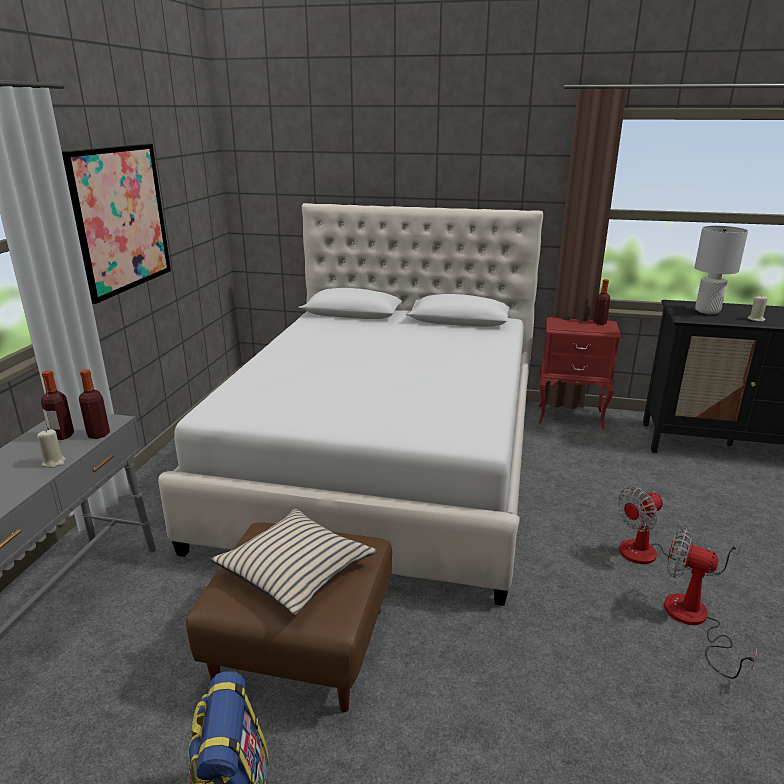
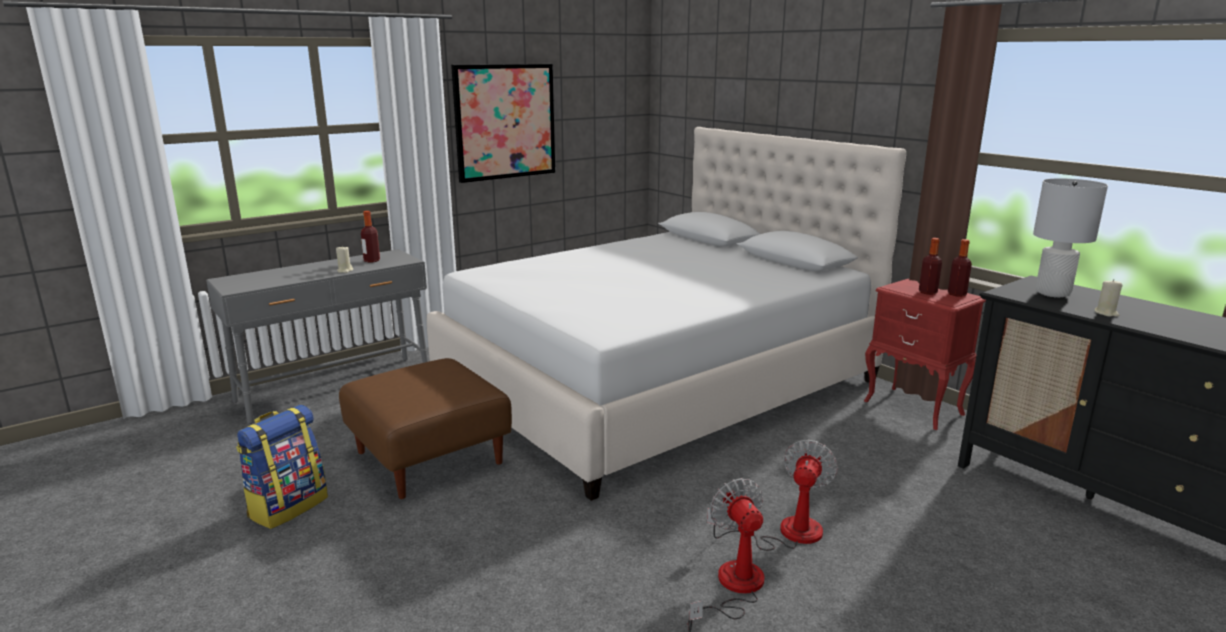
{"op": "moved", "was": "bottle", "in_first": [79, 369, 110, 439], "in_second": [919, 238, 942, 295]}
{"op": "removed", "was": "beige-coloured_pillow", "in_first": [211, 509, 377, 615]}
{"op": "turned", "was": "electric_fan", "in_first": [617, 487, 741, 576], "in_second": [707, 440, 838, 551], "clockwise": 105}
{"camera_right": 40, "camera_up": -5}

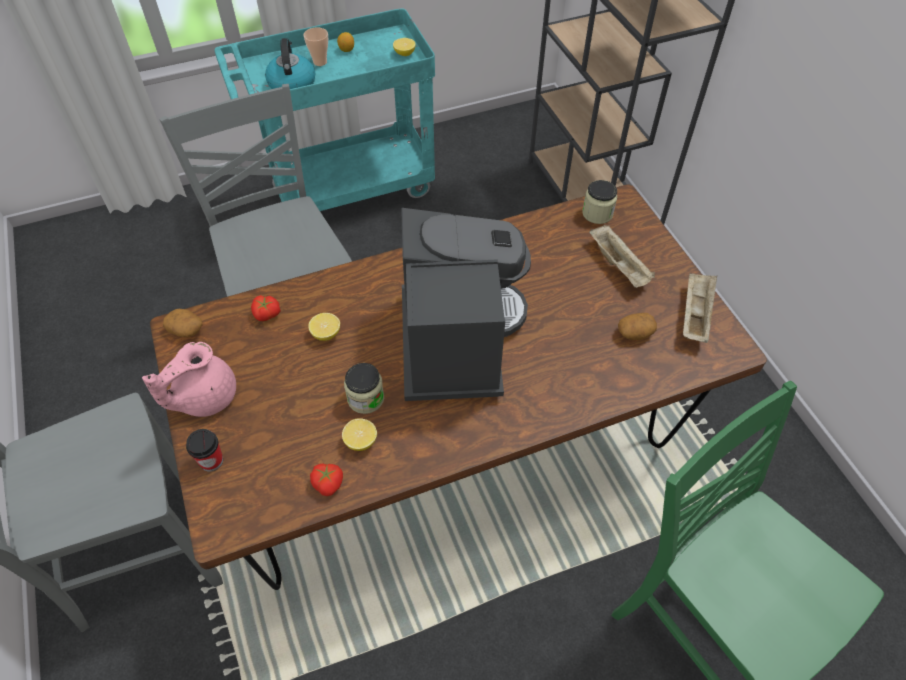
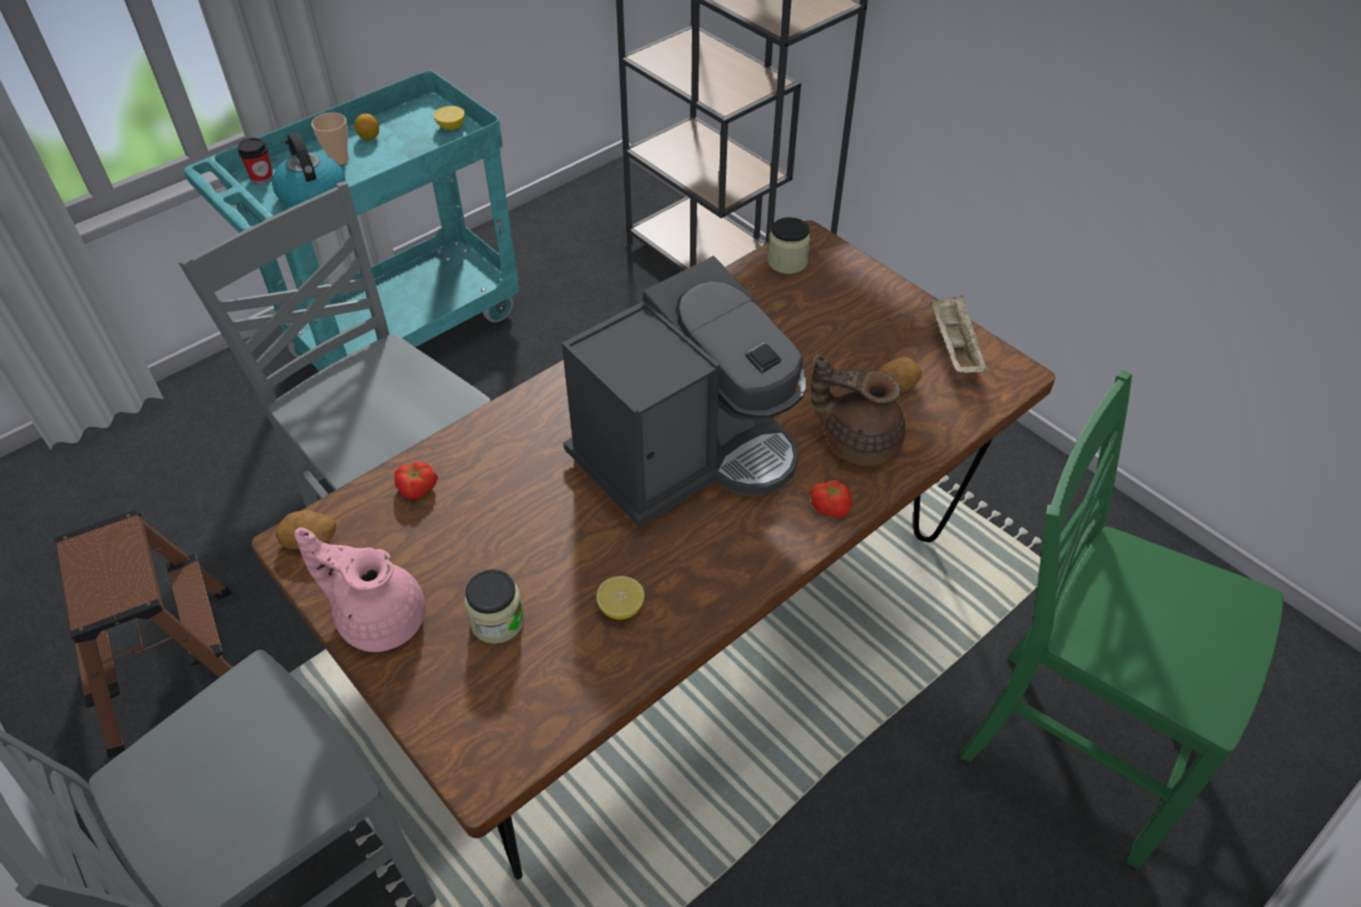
{"op": "turned", "was": "pink_pot_for_tea", "in_first": [142, 342, 236, 417], "in_second": [294, 528, 425, 652], "clockwise": 90}
{"op": "moved", "was": "small_cup", "in_first": [186, 429, 223, 472], "in_second": [238, 137, 273, 185]}
{"op": "removed", "was": "citrus_fruit", "in_first": [308, 313, 340, 341]}
{"op": "moved", "was": "fresh_tomato", "in_first": [310, 463, 343, 496], "in_second": [810, 480, 852, 518]}
{"op": "moved", "was": "storage_jar", "in_first": [344, 363, 384, 414], "in_second": [464, 569, 524, 644]}
{"op": "turned", "was": "coffee_maker", "in_first": [401, 208, 531, 401], "in_second": [562, 256, 806, 527], "clockwise": 75}
{"op": "removed", "was": "beige-coloured_tray", "in_first": [589, 225, 655, 288]}
{"op": "added", "now": "brown-coloured_step_stool", "in_second": [54, 509, 233, 758]}
{"op": "added", "now": "brown-coloured_pot_for_tea", "in_second": [811, 354, 905, 466]}
{"camera_right": -20, "camera_up": -5}

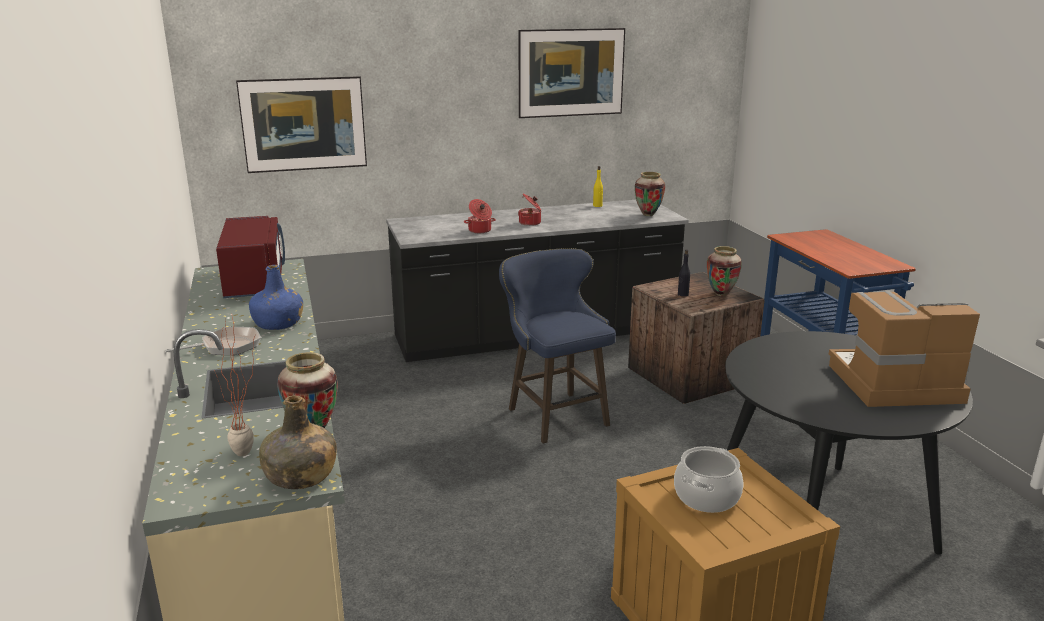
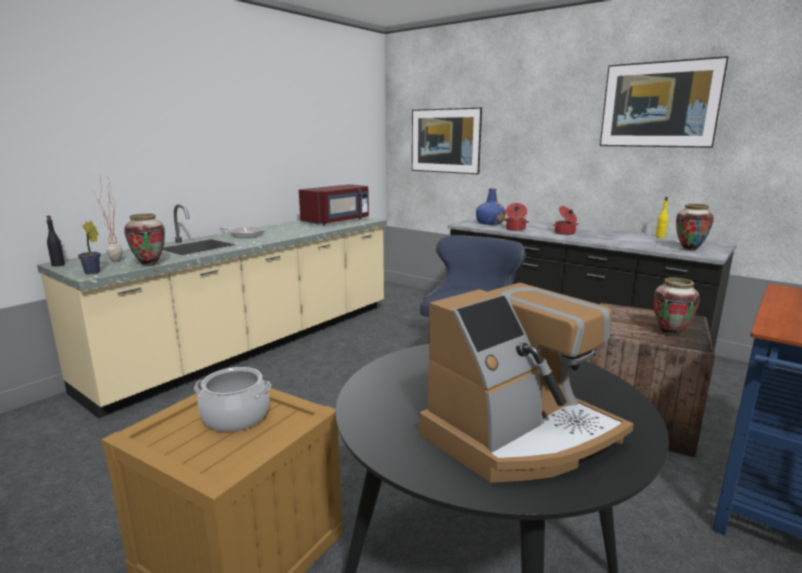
{"op": "moved", "was": "blue-coloured_bottle", "in_first": [249, 265, 303, 330], "in_second": [476, 188, 506, 225]}
{"op": "replaced", "was": "green_bottle", "now": "houseplant", "in_first": [259, 395, 337, 489], "in_second": [78, 221, 101, 274]}
{"op": "moved", "was": "blackish_bottle", "in_first": [678, 250, 690, 297], "in_second": [46, 216, 65, 267]}
{"op": "turned", "was": "coffee_maker", "in_first": [829, 291, 980, 407], "in_second": [419, 283, 634, 483], "clockwise": 90}
{"camera_right": 55, "camera_up": -5}

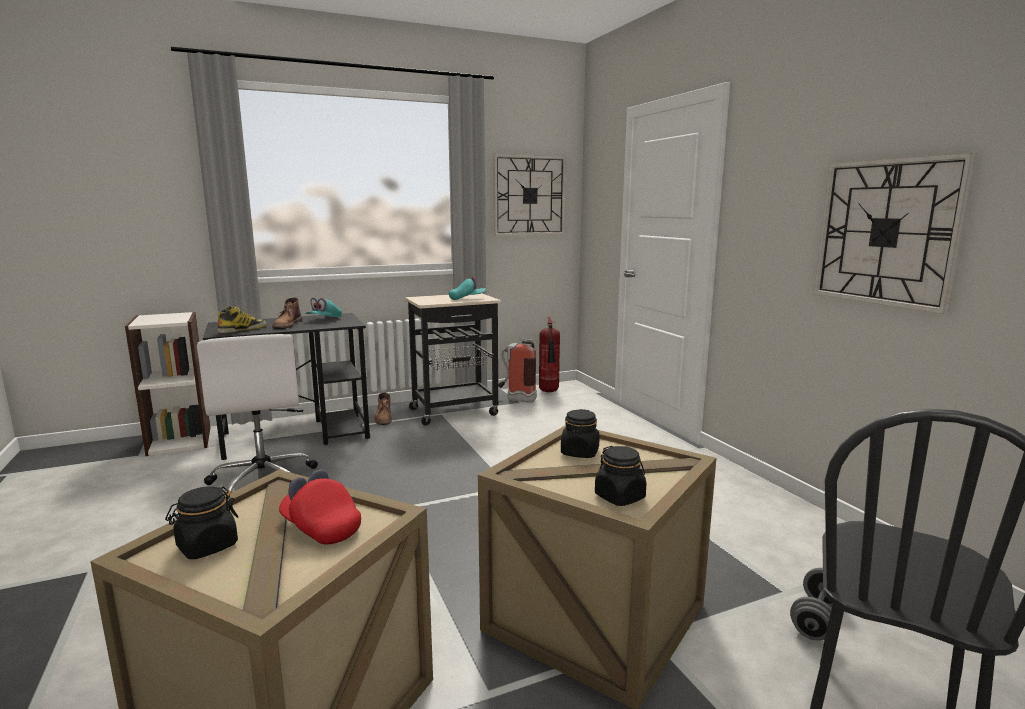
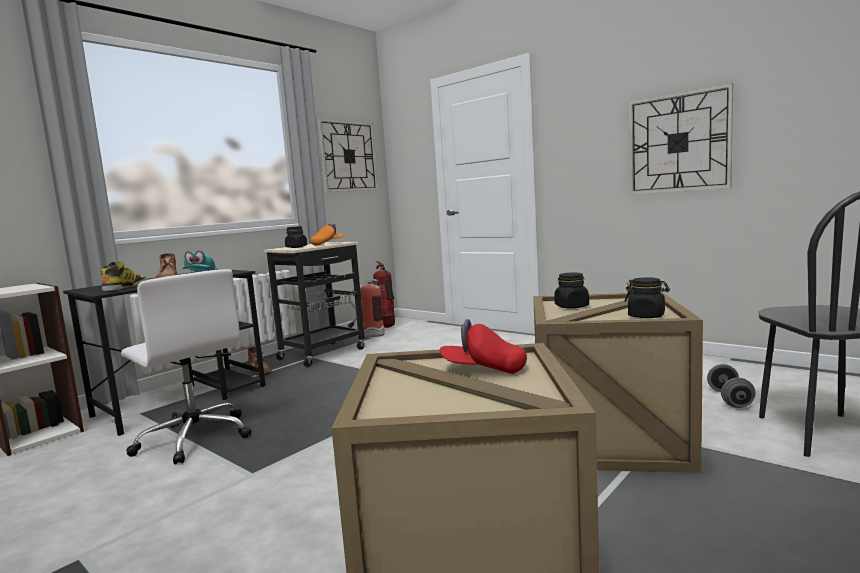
{"op": "moved", "was": "blackish_storage_jar", "in_first": [165, 486, 238, 559], "in_second": [285, 226, 307, 248]}
{"op": "recoloured", "was": "turquoise_baseball_cap", "now": "orange_baseball_cap", "in_first": [449, 277, 486, 300], "in_second": [310, 224, 344, 246]}
{"camera_right": -25, "camera_up": -5}

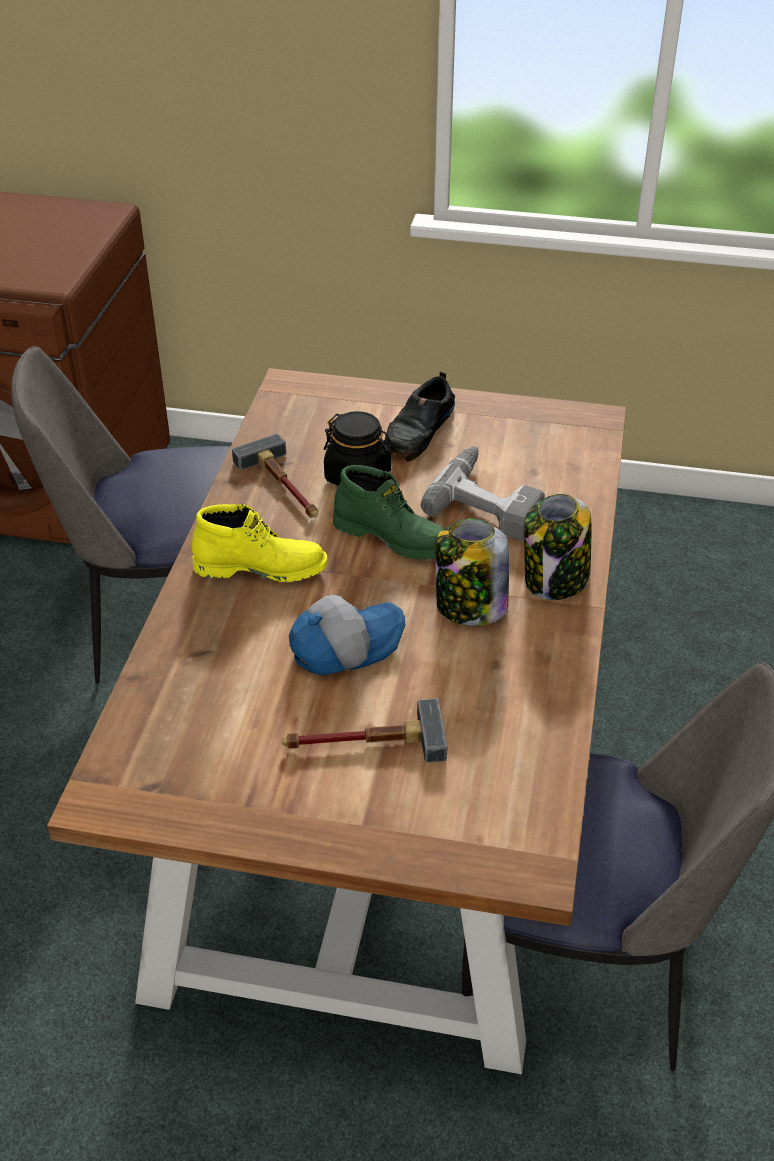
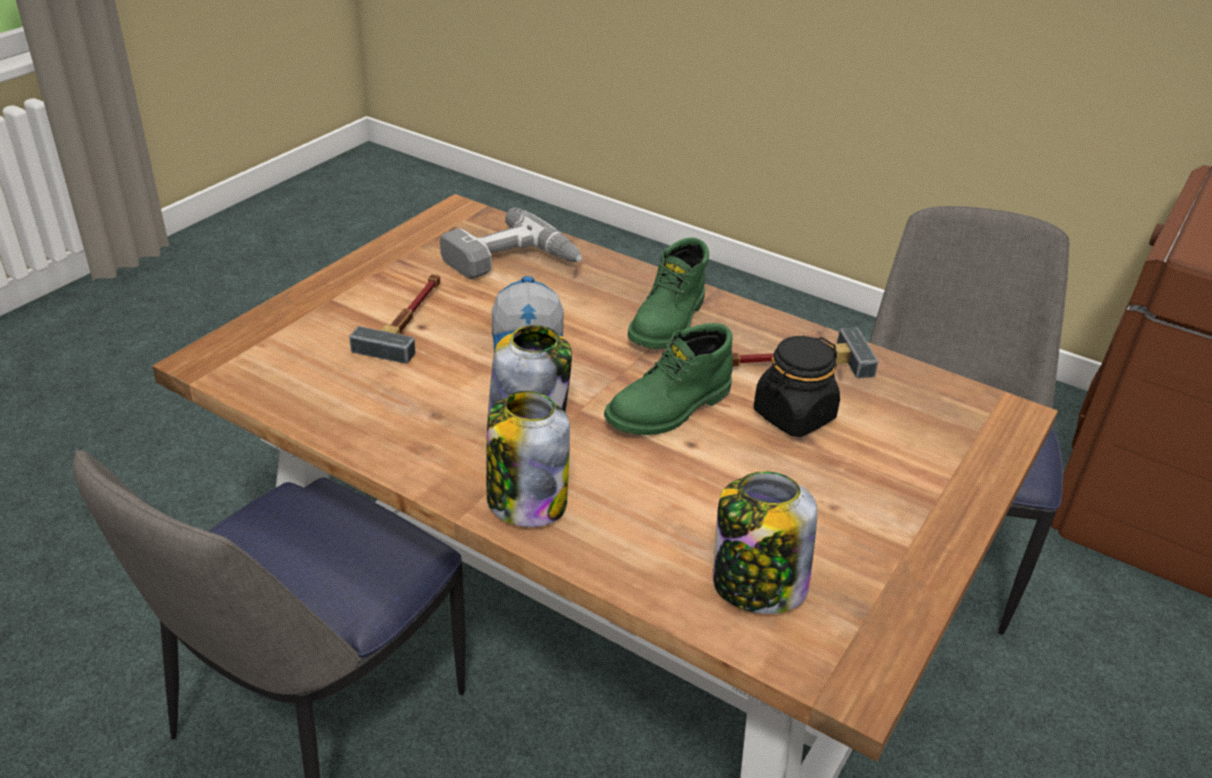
{"op": "recoloured", "was": "yellowish_boot", "now": "green_boot", "in_first": [192, 504, 328, 582], "in_second": [628, 237, 709, 349]}
{"op": "removed", "was": "blackish_item_of_footwear", "in_first": [385, 372, 455, 462]}
{"op": "moved", "was": "power_drill", "in_first": [421, 446, 545, 541], "in_second": [440, 207, 582, 279]}
{"op": "added", "now": "storage_jar", "in_second": [713, 472, 817, 614]}
{"camera_right": 110, "camera_up": -5}

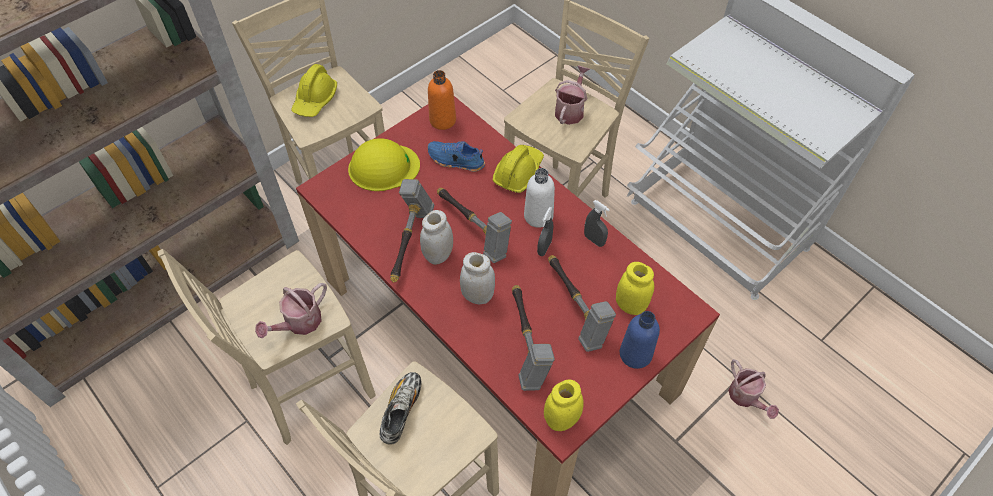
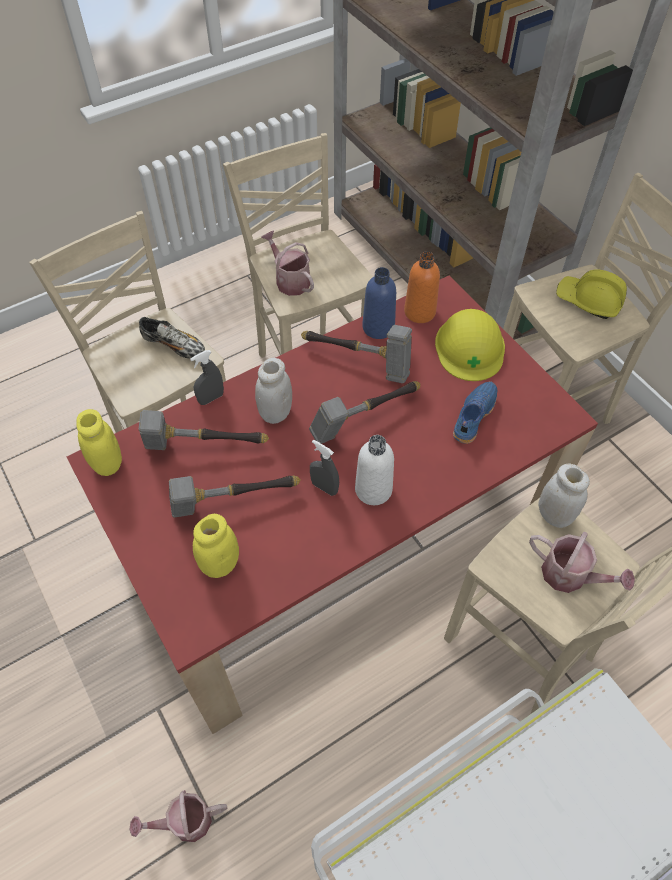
{"op": "moved", "was": "white-coloured_storage_jar", "in_first": [420, 210, 453, 265], "in_second": [538, 464, 590, 528]}
{"op": "moved", "was": "orange_bottle", "in_first": [428, 70, 456, 130], "in_second": [404, 252, 440, 323]}
{"op": "removed", "was": "yellowish_safety_helmet", "in_first": [493, 145, 544, 193]}
{"op": "moved", "was": "gray_spray_bottle", "in_first": [584, 200, 610, 247], "in_second": [190, 350, 224, 405]}
{"op": "moved", "was": "blue-coloured_bottle", "in_first": [620, 311, 660, 369], "in_second": [362, 267, 396, 339]}
{"camera_right": 100, "camera_up": 0}

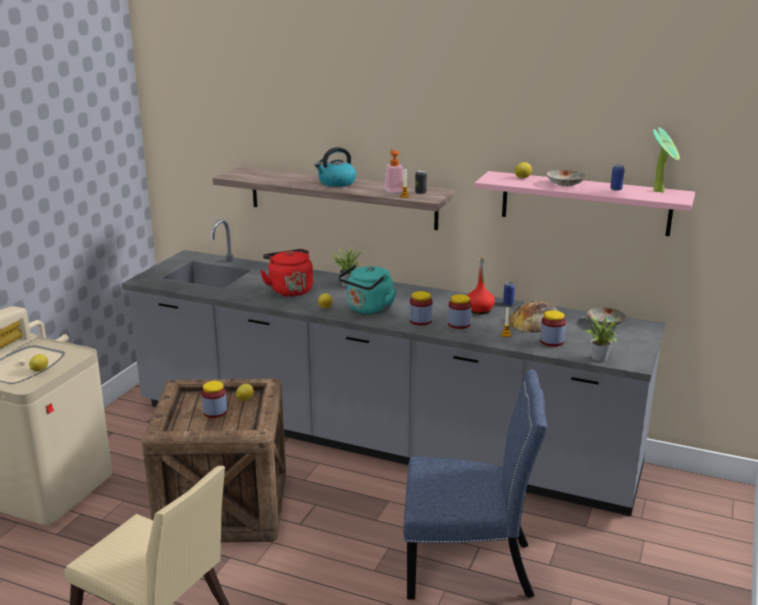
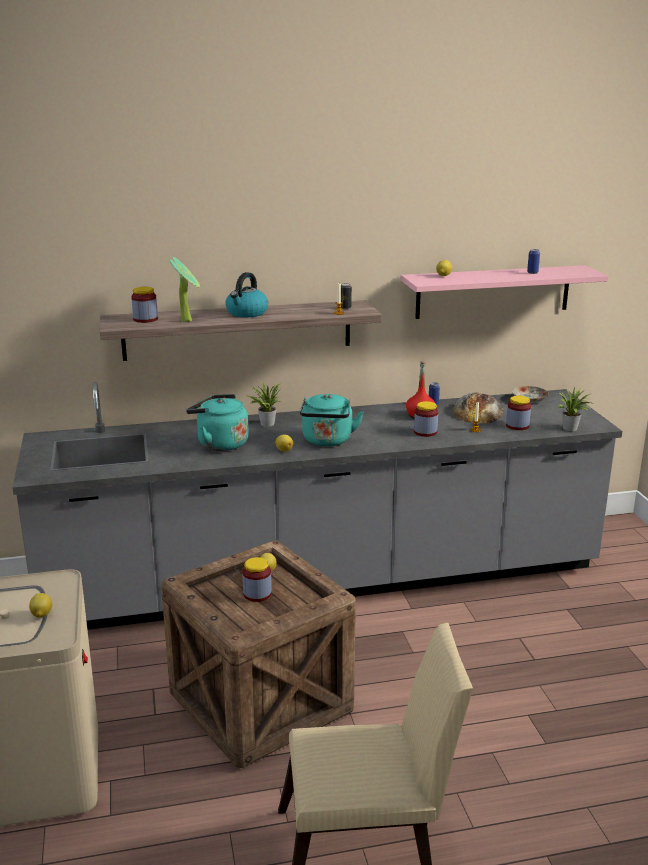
{"op": "recoloured", "was": "reddish_water_kettle", "now": "turquoise_water_kettle", "in_first": [260, 249, 313, 297], "in_second": [186, 394, 249, 451]}
{"op": "removed", "was": "liquid_soap_bottle", "in_first": [385, 149, 404, 193]}
{"op": "removed", "was": "blue-coloured_plain_chair", "in_first": [403, 370, 547, 600]}
{"op": "moved", "was": "storage_jar", "in_first": [410, 291, 433, 326], "in_second": [131, 287, 158, 323]}
{"op": "removed", "was": "dinner_plate", "in_first": [546, 170, 586, 186]}
{"op": "moved", "was": "houseplant", "in_first": [653, 127, 680, 193], "in_second": [169, 257, 200, 322]}
{"camera_right": -35, "camera_up": 0}

